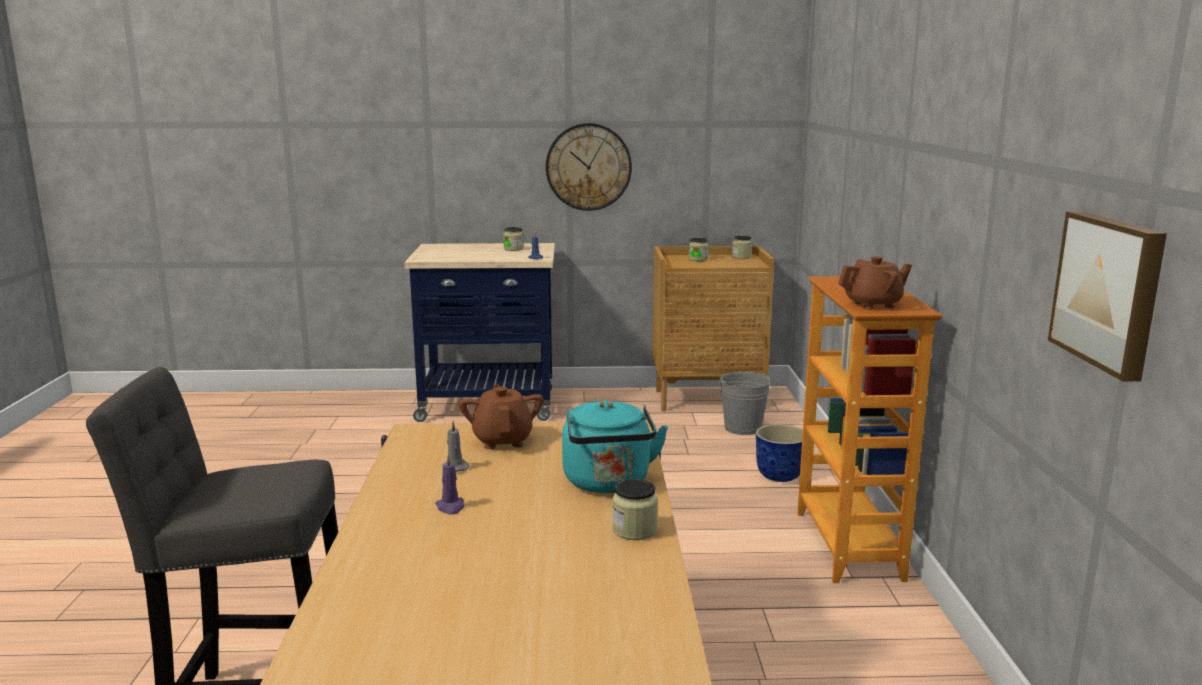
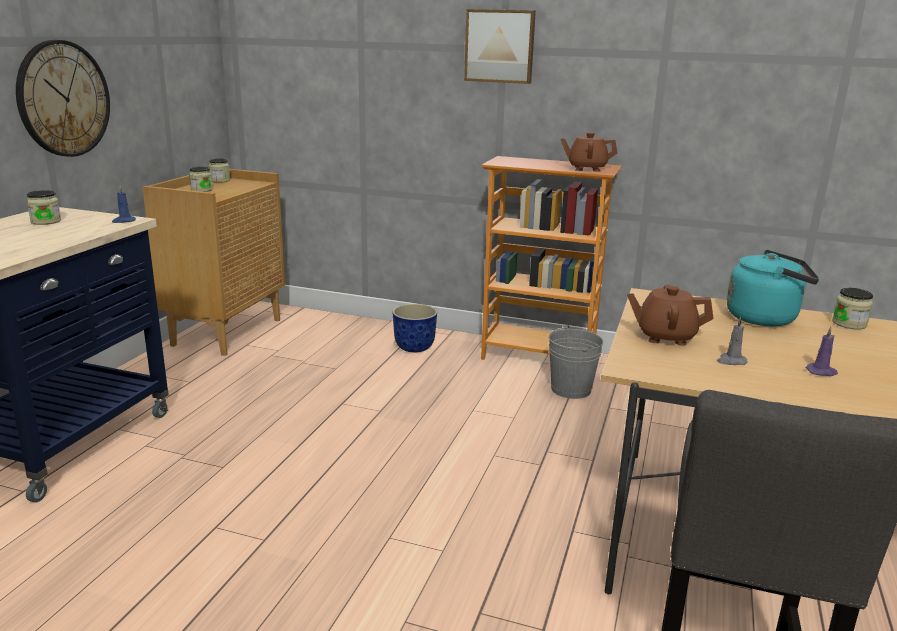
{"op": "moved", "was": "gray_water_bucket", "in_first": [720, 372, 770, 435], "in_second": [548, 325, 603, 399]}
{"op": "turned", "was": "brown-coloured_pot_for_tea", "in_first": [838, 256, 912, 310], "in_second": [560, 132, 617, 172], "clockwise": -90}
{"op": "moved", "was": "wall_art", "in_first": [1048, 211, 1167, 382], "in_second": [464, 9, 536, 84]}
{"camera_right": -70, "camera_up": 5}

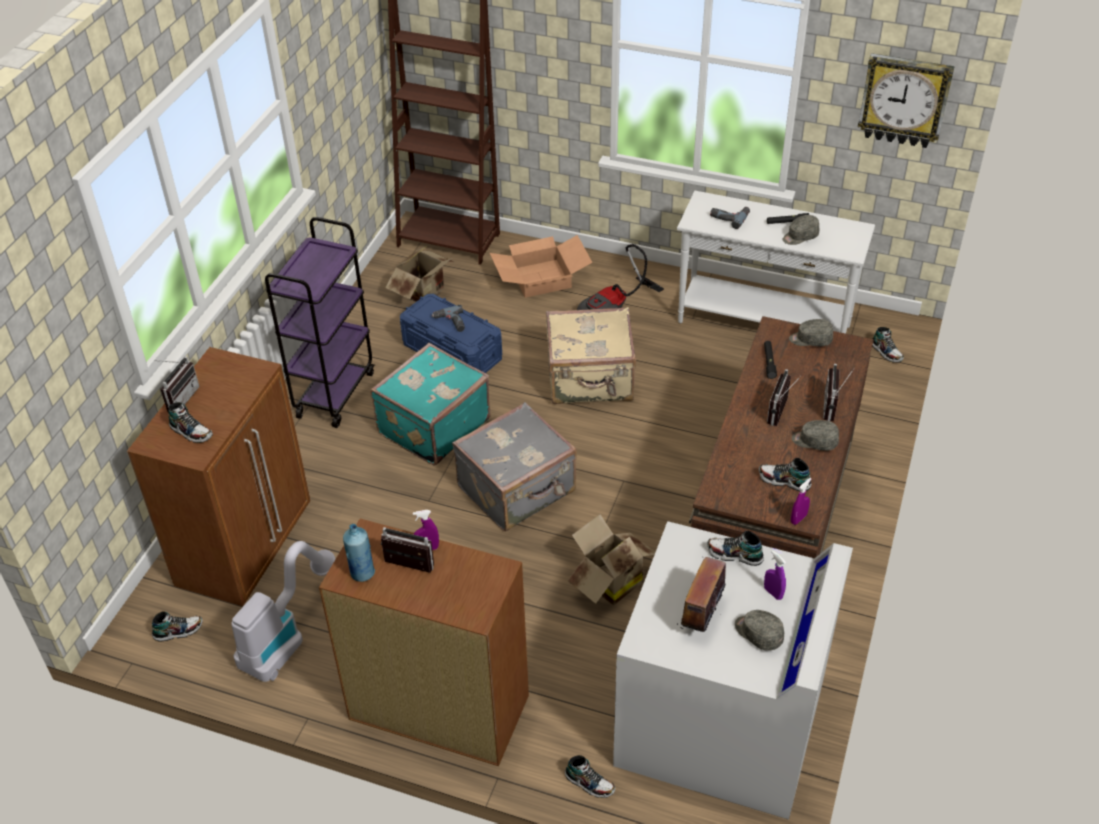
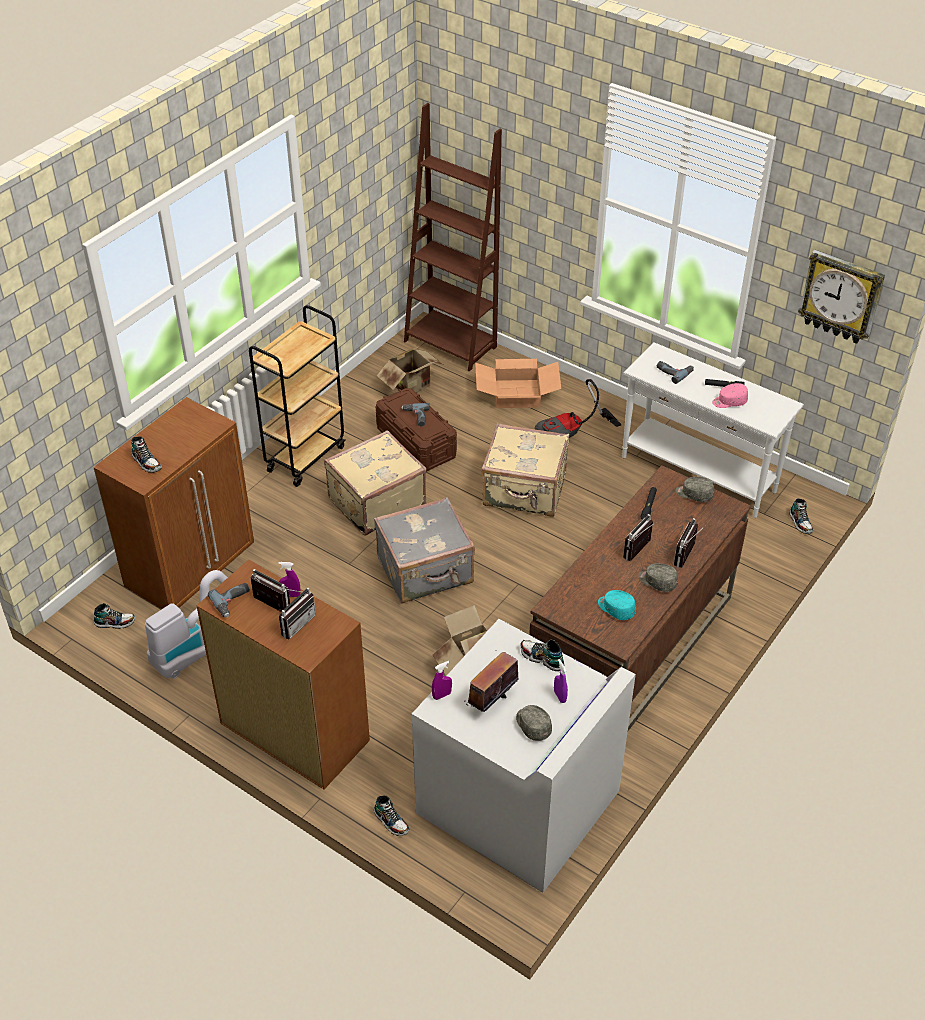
{"op": "moved", "was": "radio_receiver", "in_first": [154, 356, 200, 412], "in_second": [279, 587, 316, 639]}
{"op": "recoloured", "was": "purple_wheeled_cart", "now": "brown-coloured_wheeled_cart", "in_first": [265, 217, 374, 428], "in_second": [249, 305, 347, 487]}
{"op": "replaced", "was": "blue-coloured_bottle", "now": "power_drill", "in_first": [343, 524, 375, 582], "in_second": [208, 583, 250, 617]}
{"op": "recoloured", "was": "turquoise_suitcase", "now": "beige-coloured_suitcase", "in_first": [370, 343, 491, 466], "in_second": [324, 430, 426, 536]}
{"op": "recoloured", "was": "blue-coloured_storage_bin", "now": "brown-coloured_storage_bin", "in_first": [400, 294, 502, 373], "in_second": [376, 388, 457, 472]}
{"op": "replaced", "was": "item_of_footwear", "now": "turquoise_baseball_cap", "in_first": [759, 458, 811, 491], "in_second": [598, 590, 636, 620]}
{"op": "recoloured", "was": "gray_baseball_cap", "now": "pink_baseball_cap", "in_first": [783, 215, 819, 245], "in_second": [712, 383, 748, 408]}
{"op": "moved", "was": "purple_spray_bottle", "in_first": [791, 478, 811, 525], "in_second": [432, 661, 452, 700]}
{"camera_right": 15, "camera_up": 0}

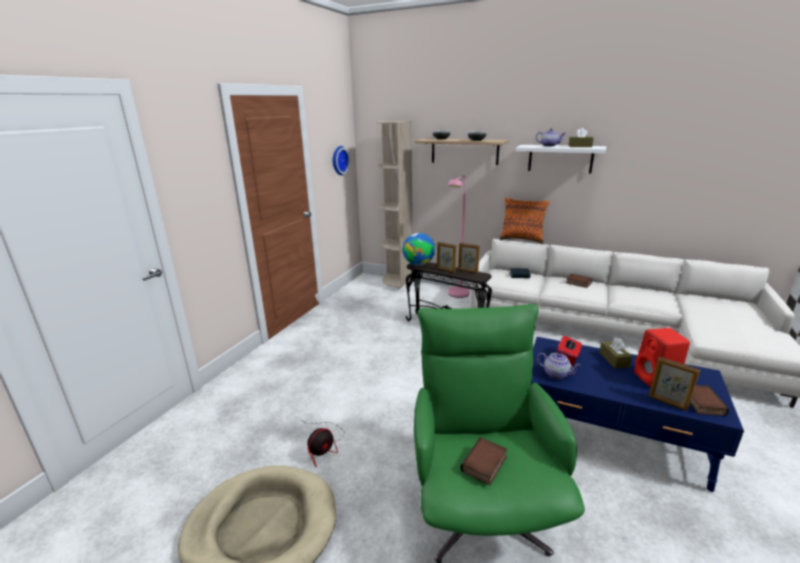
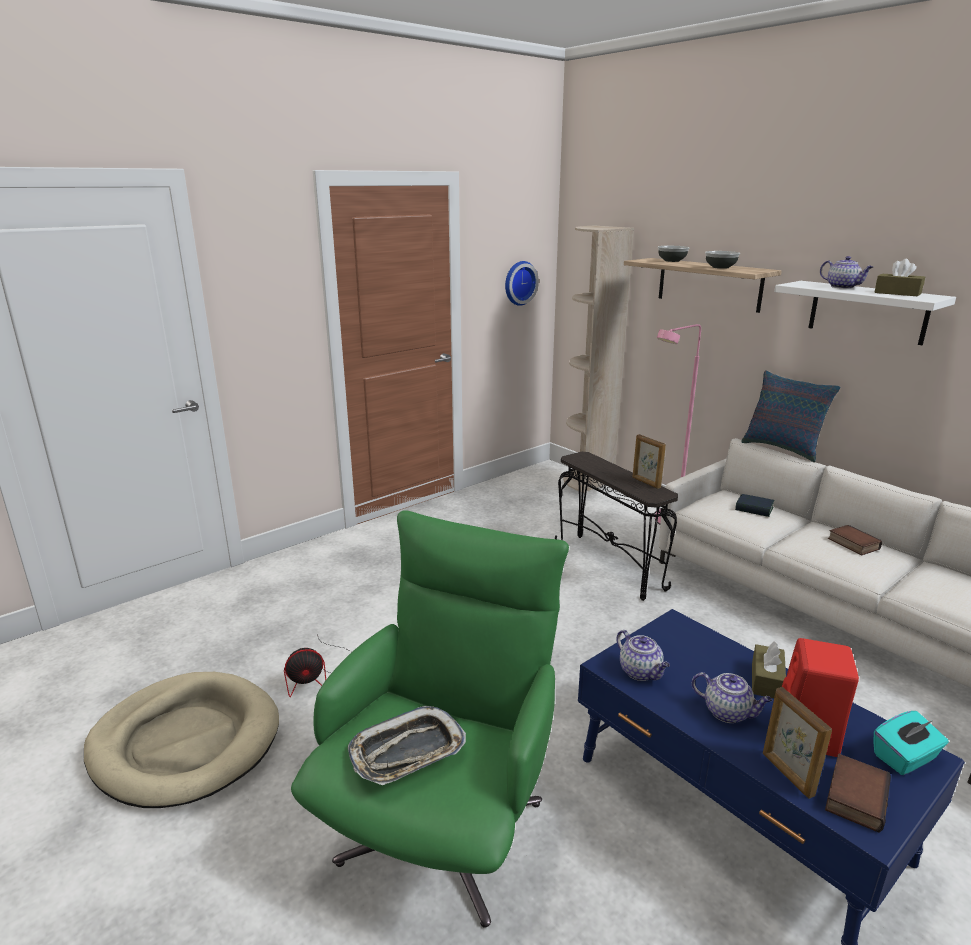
{"op": "removed", "was": "world_globe", "in_first": [403, 233, 435, 266]}
{"op": "removed", "was": "photo_frame", "in_first": [437, 242, 457, 273]}
{"op": "replaced", "was": "book", "now": "tray", "in_first": [461, 437, 507, 485], "in_second": [348, 706, 466, 785]}
{"op": "recoloured", "was": "orange_pillow", "now": "blue-coloured_pillow", "in_first": [499, 198, 550, 244], "in_second": [741, 371, 840, 462]}
{"op": "removed", "was": "reddish_box_of_tissues", "in_first": [557, 336, 582, 365]}
{"op": "added", "now": "pot_for_tea", "in_second": [692, 672, 772, 723]}
{"op": "added", "now": "turquoise_box_of_tissues", "in_second": [874, 711, 949, 775]}
{"camera_right": 25, "camera_up": 0}

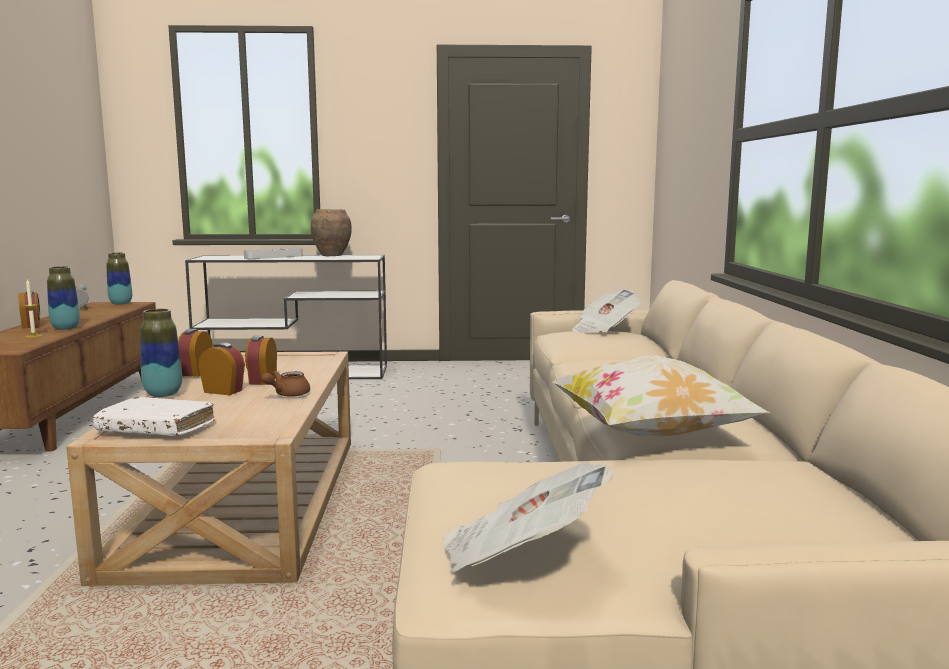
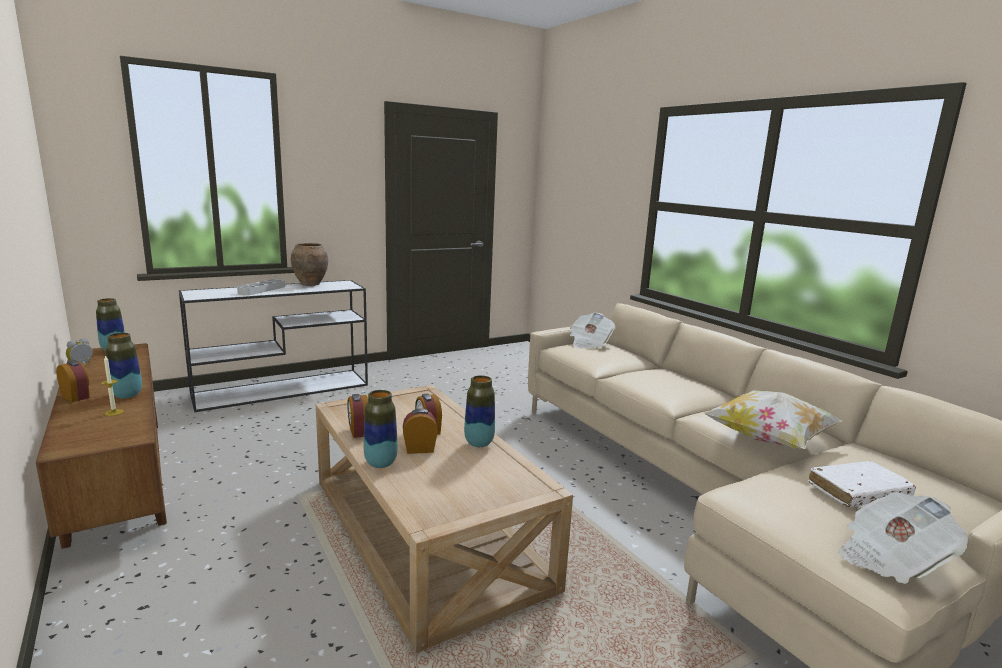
{"op": "moved", "was": "white-coloured_book", "in_first": [93, 397, 215, 436], "in_second": [808, 461, 916, 507]}
{"op": "replaced", "was": "brown-coloured_pot_for_tea", "now": "flower_vase", "in_first": [261, 371, 310, 397], "in_second": [464, 375, 495, 447]}
{"camera_right": -30, "camera_up": 5}

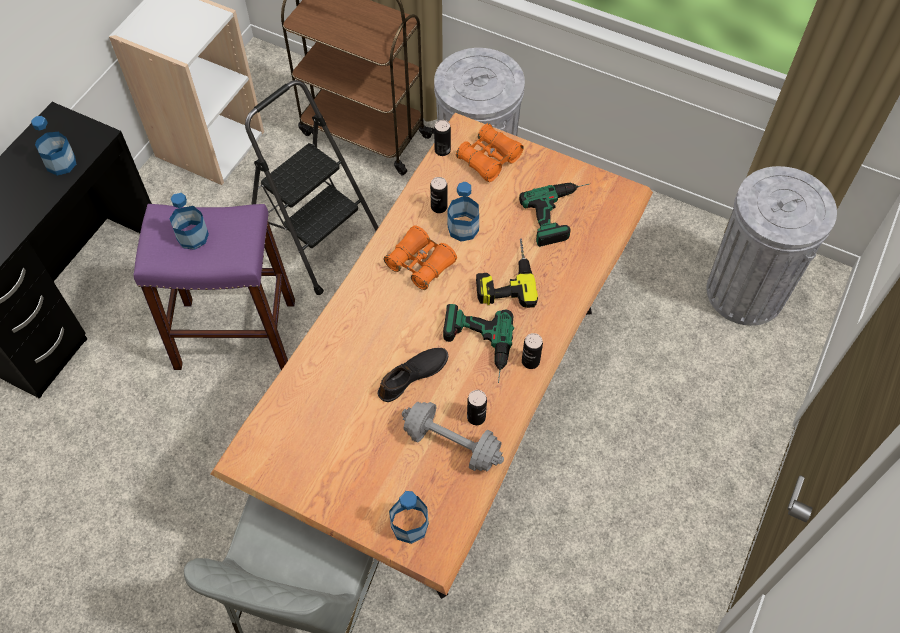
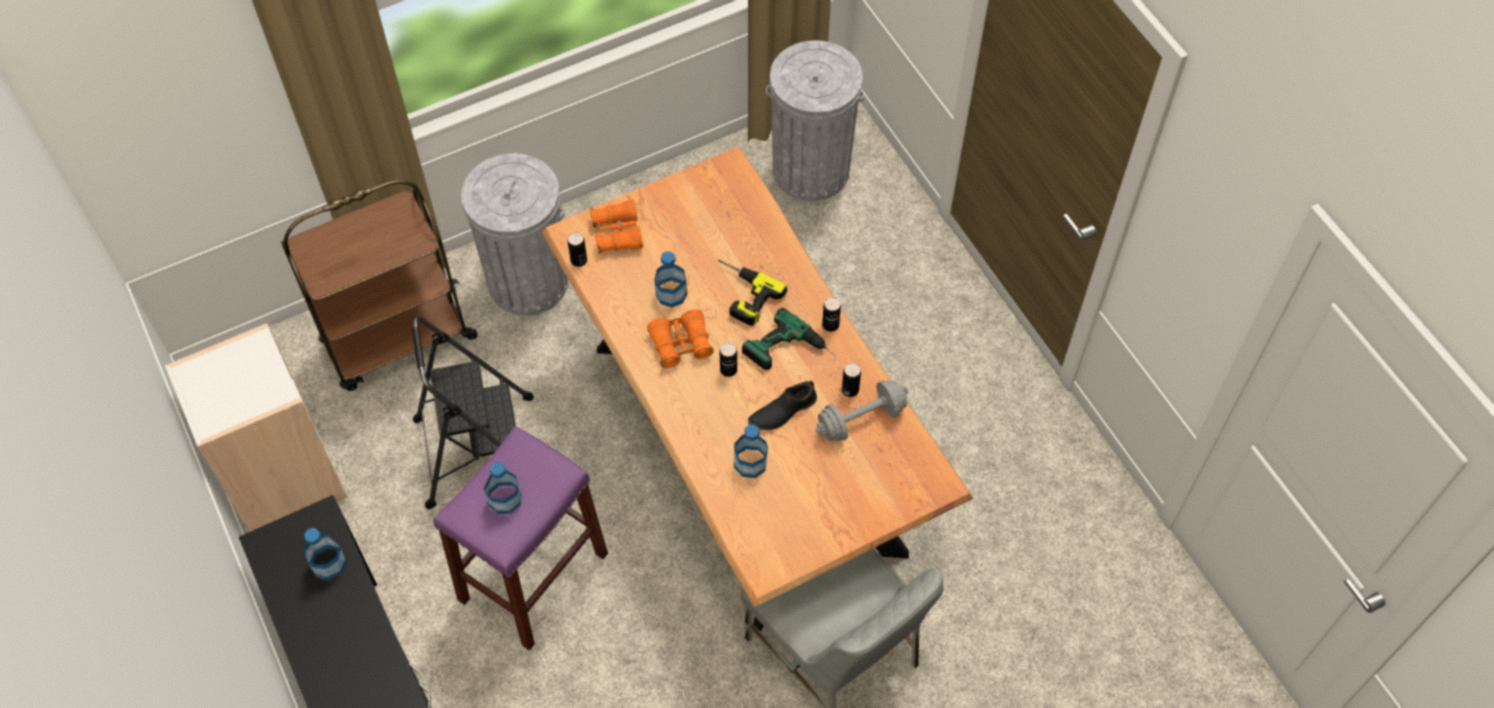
{"op": "turned", "was": "blackish_item_of_footwear", "in_first": [377, 348, 448, 402], "in_second": [748, 380, 817, 430], "clockwise": -120}
{"op": "moved", "was": "bottle", "in_first": [389, 491, 429, 544], "in_second": [734, 425, 768, 478]}
{"op": "moved", "was": "sealed_can", "in_first": [430, 177, 447, 213], "in_second": [720, 342, 737, 377]}
{"op": "removed", "was": "power_drill", "in_first": [519, 183, 589, 247]}
{"camera_right": -55, "camera_up": 0}

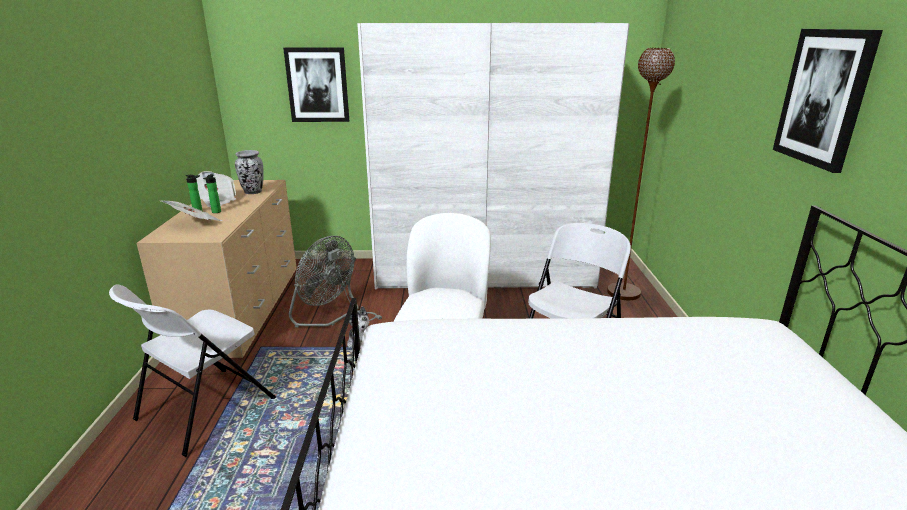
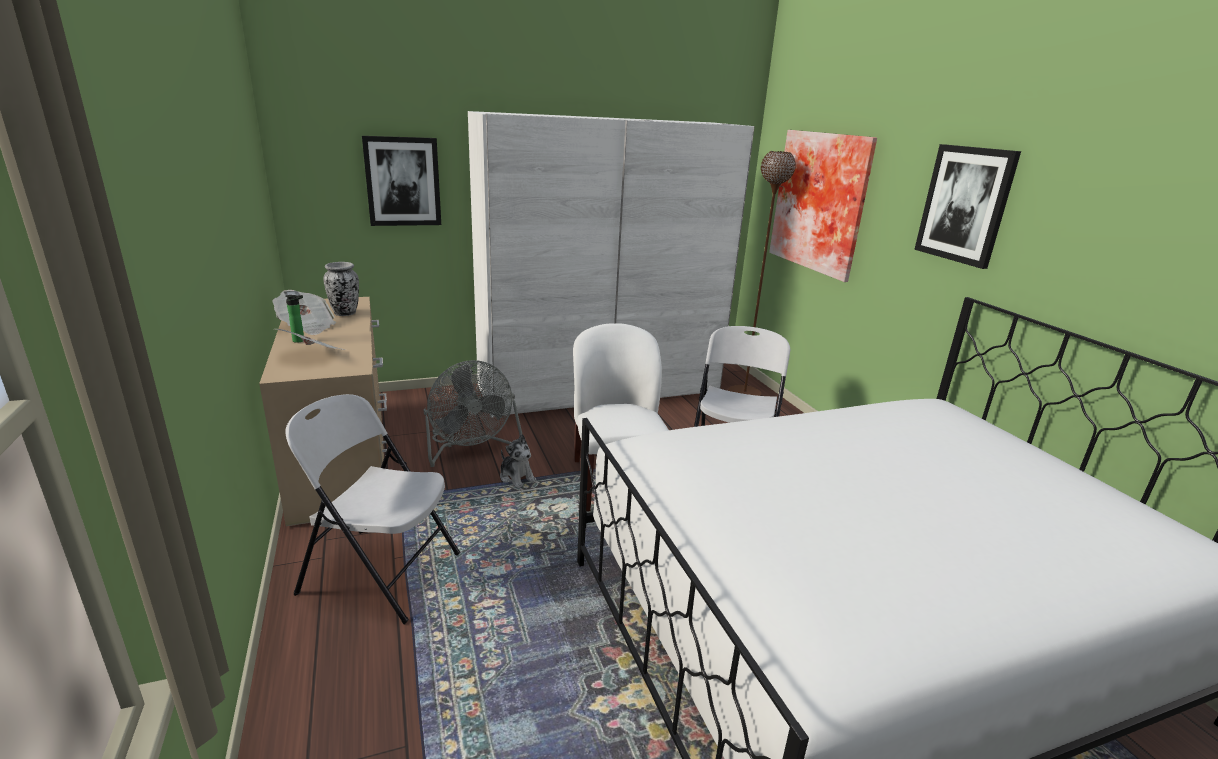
{"op": "turned", "was": "white-coloured_plain_chair", "in_first": [109, 285, 276, 457], "in_second": [285, 394, 460, 625], "clockwise": 90}
{"op": "removed", "was": "bottle", "in_first": [203, 174, 221, 213]}
{"op": "turned", "was": "gray_electric_fan", "in_first": [289, 236, 382, 327], "in_second": [424, 360, 522, 467], "clockwise": -135}
{"op": "added", "now": "wall_art", "in_second": [769, 130, 877, 282]}
{"camera_right": -20, "camera_up": 0}

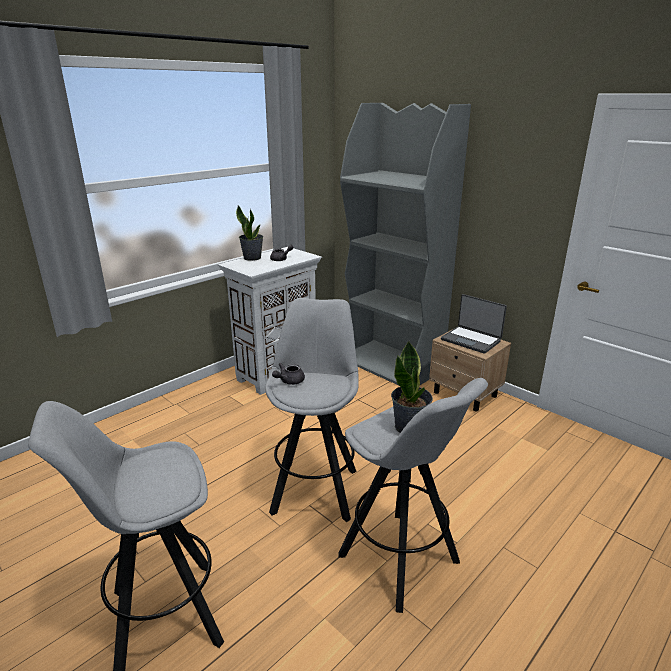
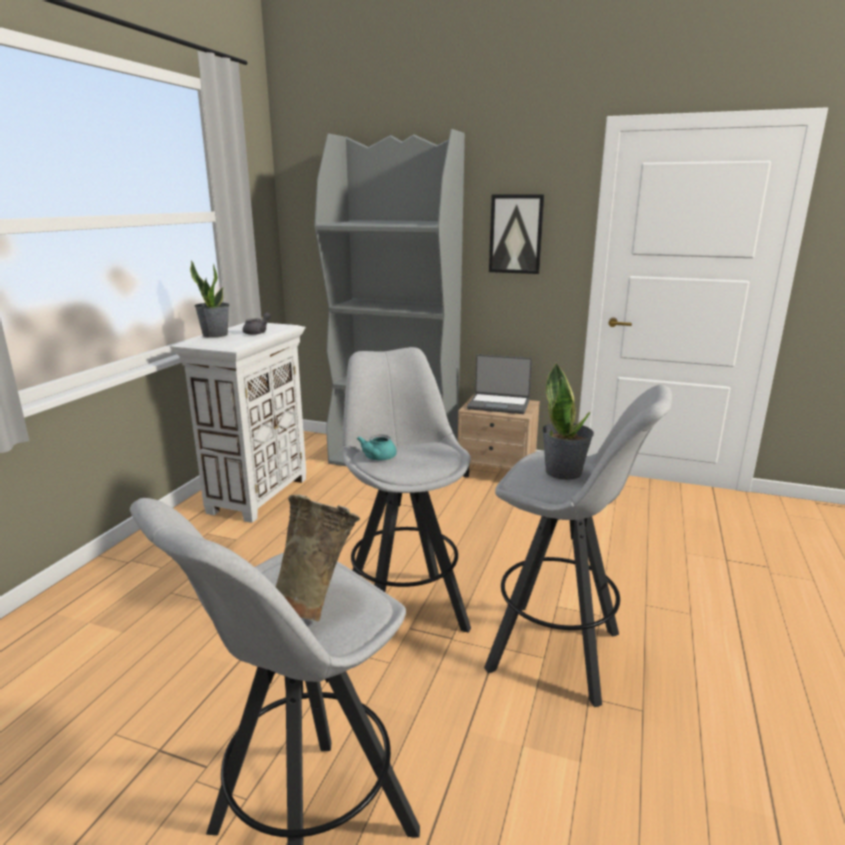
{"op": "recoloured", "was": "gray_pot_for_tea", "now": "turquoise_pot_for_tea", "in_first": [272, 363, 305, 385], "in_second": [357, 435, 397, 461]}
{"op": "added", "now": "beige-coloured_flower_vase", "in_second": [275, 495, 360, 621]}
{"op": "added", "now": "wall_art", "in_second": [489, 195, 544, 274]}
{"camera_right": -25, "camera_up": -5}

